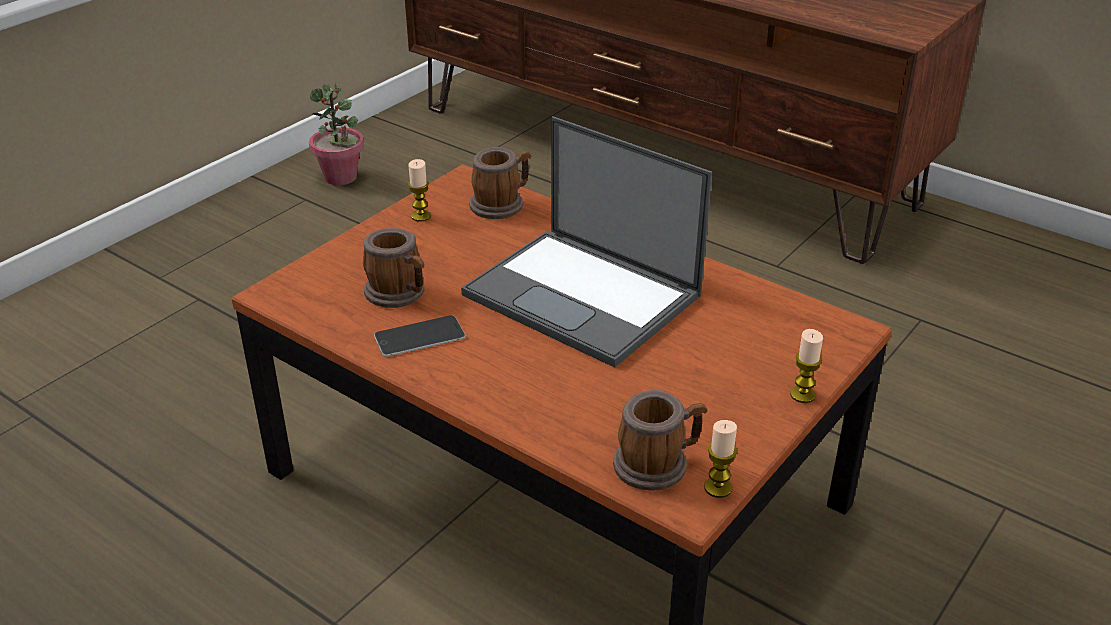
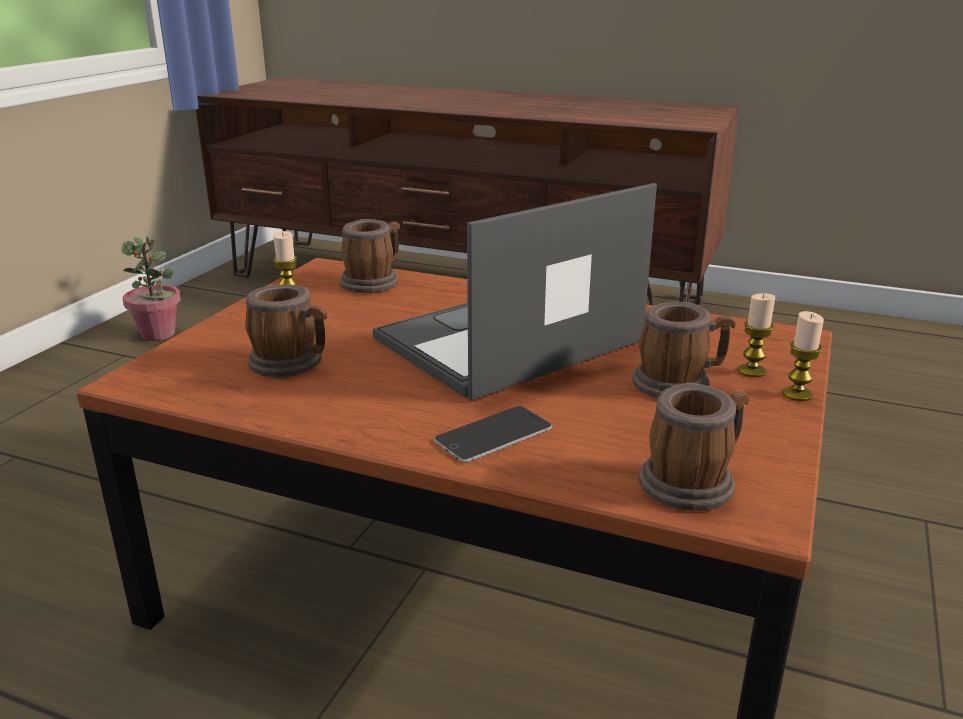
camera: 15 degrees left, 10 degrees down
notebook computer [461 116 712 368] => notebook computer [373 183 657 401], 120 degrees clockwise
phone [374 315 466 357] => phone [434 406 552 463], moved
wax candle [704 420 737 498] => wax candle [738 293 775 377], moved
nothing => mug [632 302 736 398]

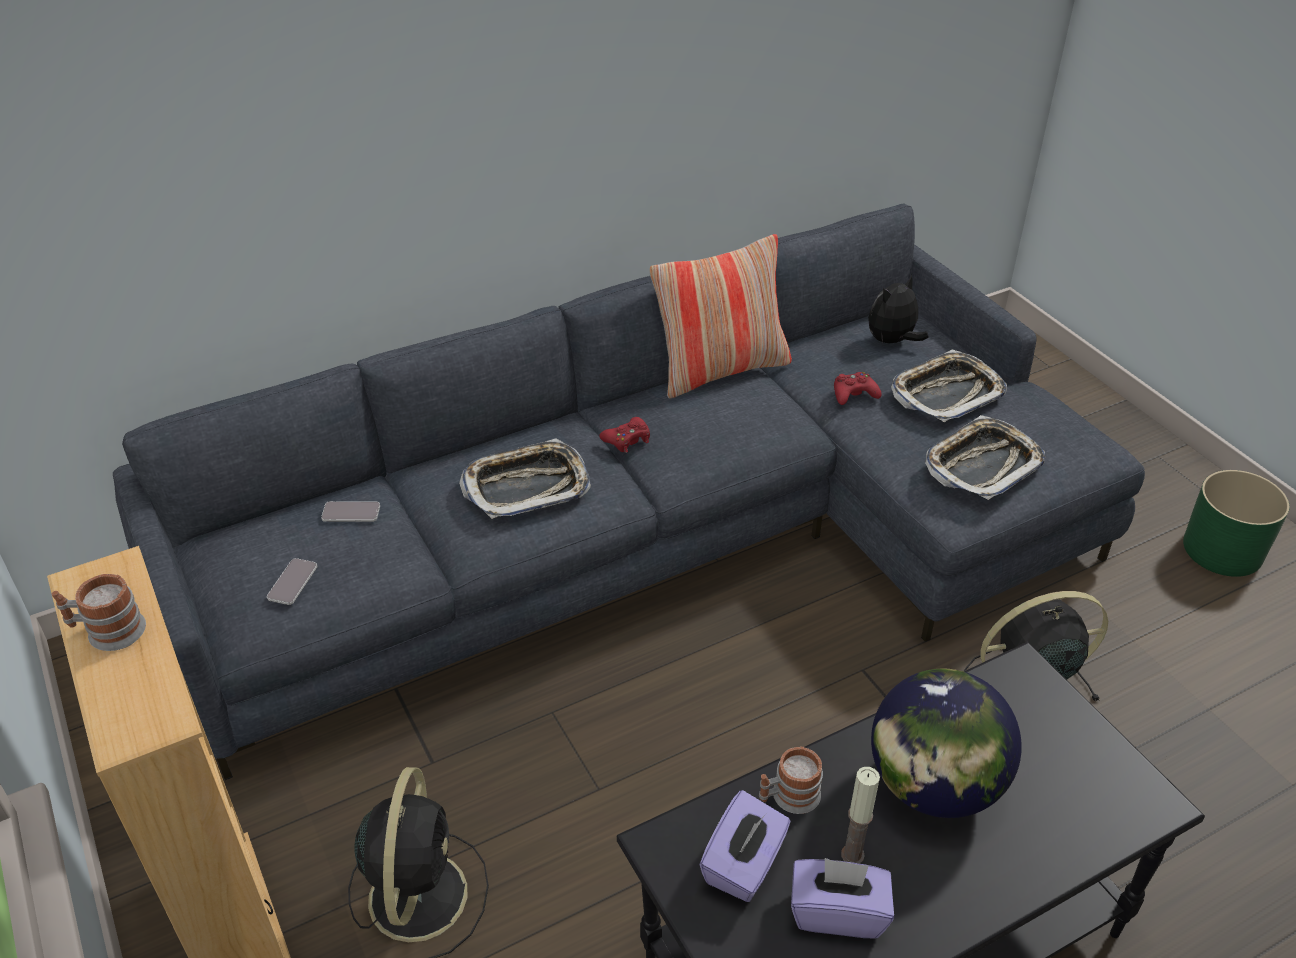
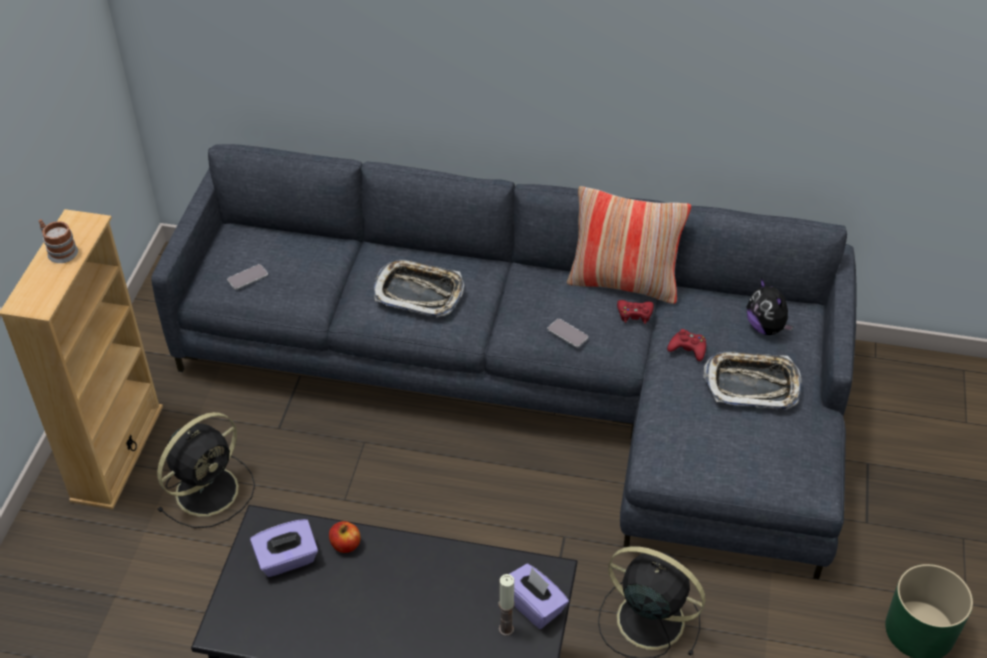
camera: 40 degrees right, 5 degrees up
cuddly toy [868 275 929 343] => cuddly toy [747 278 794 335], 120 degrees counterclockwise
carrying tray [925 415 1045 500] => nothing
reddish joypad [599 417 650 453] => reddish joypad [617 300 654 324], moved
phone [321 501 380 522] => phone [548 319 588 348], moved
globe [871 669 1022 818] => nothing
mug [759 746 823 814] => apple [329 521 361 553]
wax candle [841 767 880 864] => wax candle [499 574 515 636], moved
purple tissue holder [791 858 894 939] => purple tissue holder [510 564 569 629], moved

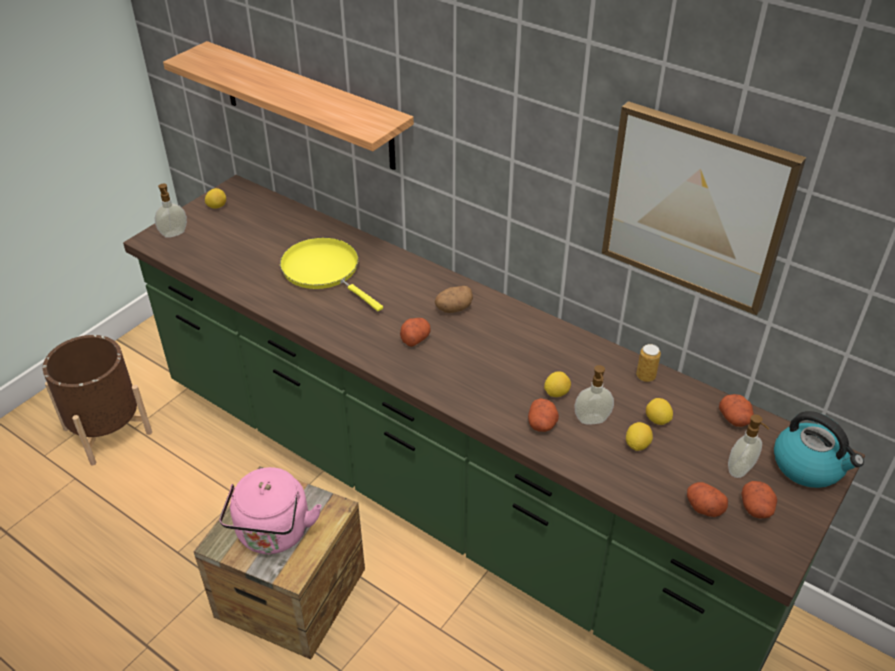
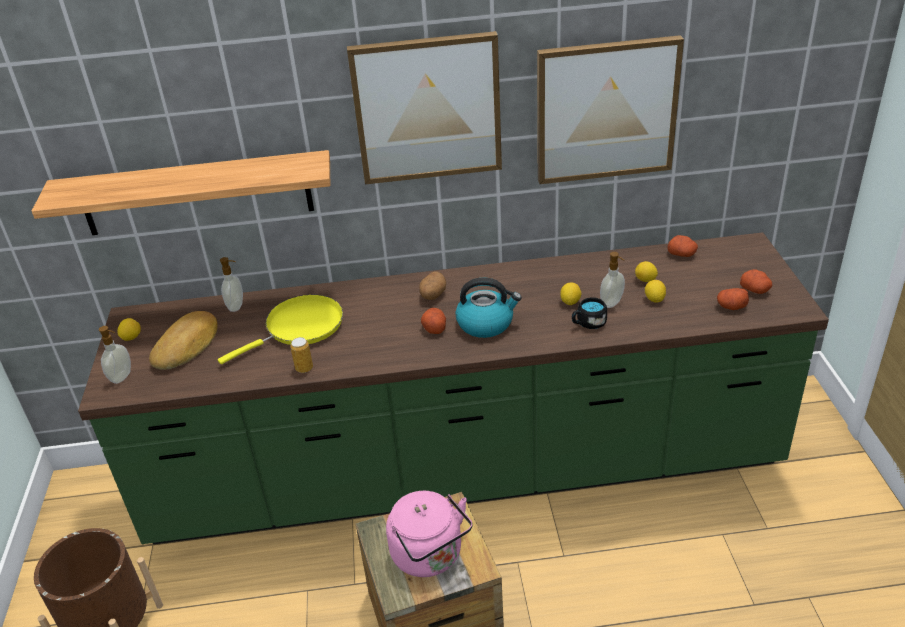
camera: 40 degrees left, 5 degrees down
yellow skillet [280 237 383 311] => yellow skillet [218 295 343 364], 135 degrees clockwise
metal can [636 344 661 382] => metal can [290 337 313 373], moved
spud [528 398 559 432] => blackish mug [572 297 607 329]
water kettle [774 411 864 488] => water kettle [455 278 522 338], moved
soap dispenser [728 414 769 478] => soap dispenser [220 257 243 312], moved
nothing => wall picture [347 31 502 184]
nothing => bakery bread [149 311 217 370]

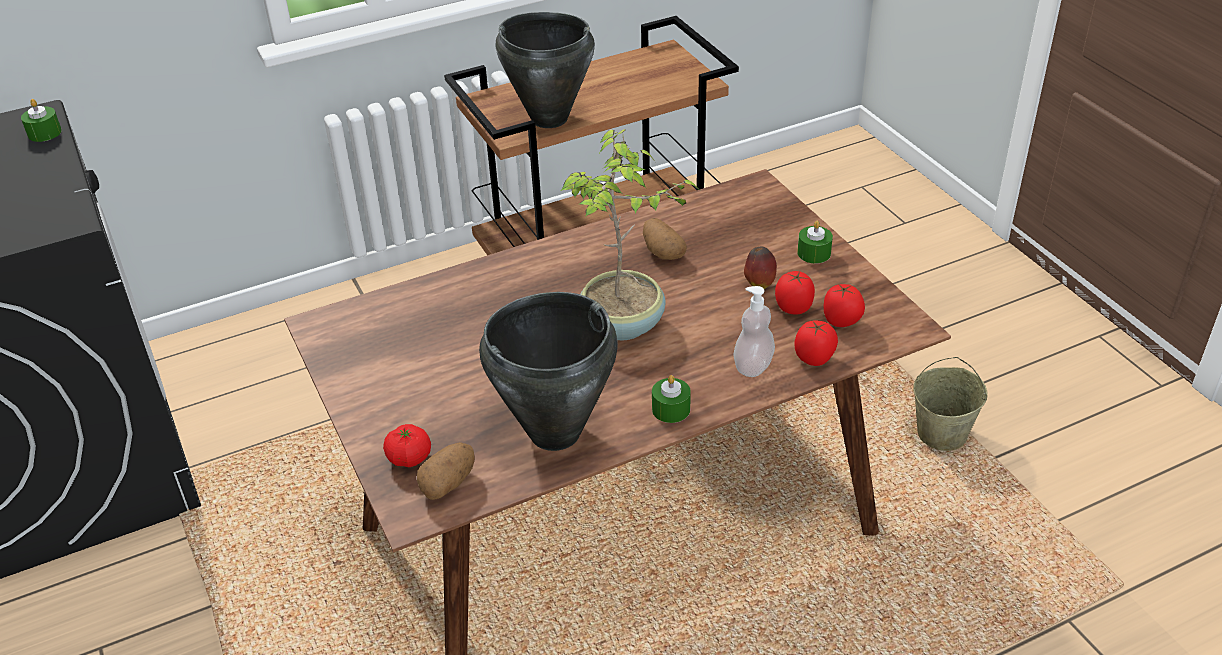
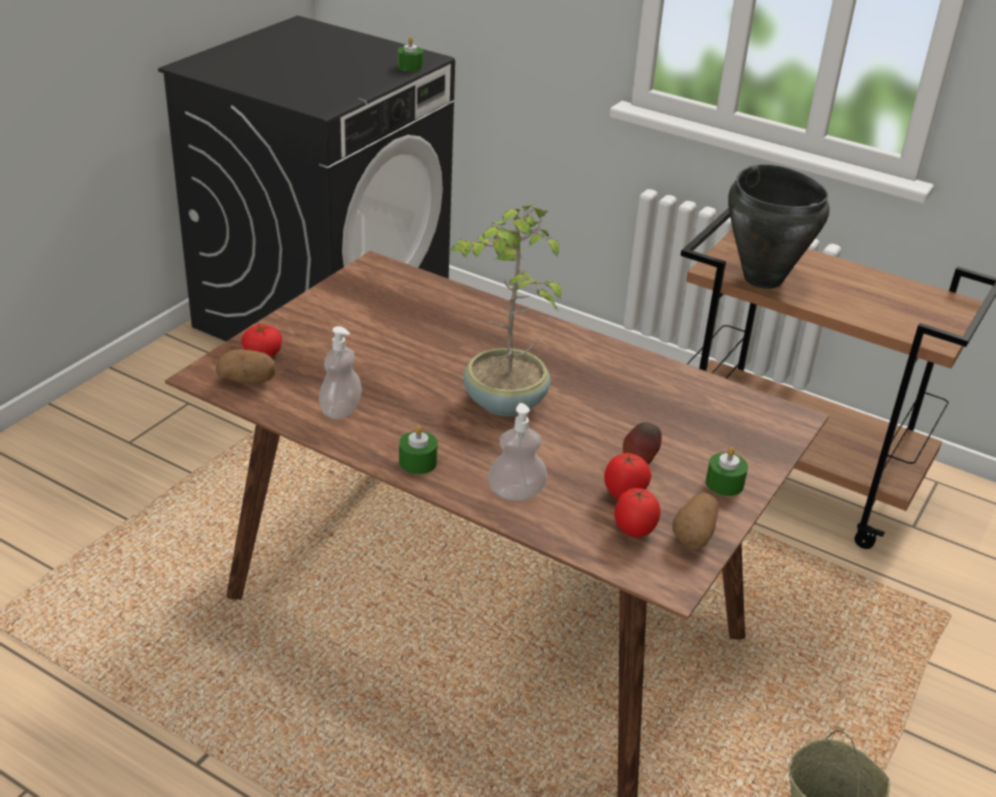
camera: 55 degrees right, 5 degrees down
spud [643 218 687 260] => spud [672 493 719 549], moved
blackish saucepot [479 292 618 451] => soap dispenser [319 326 362 419]
tomato [794 320 838 366] => nothing

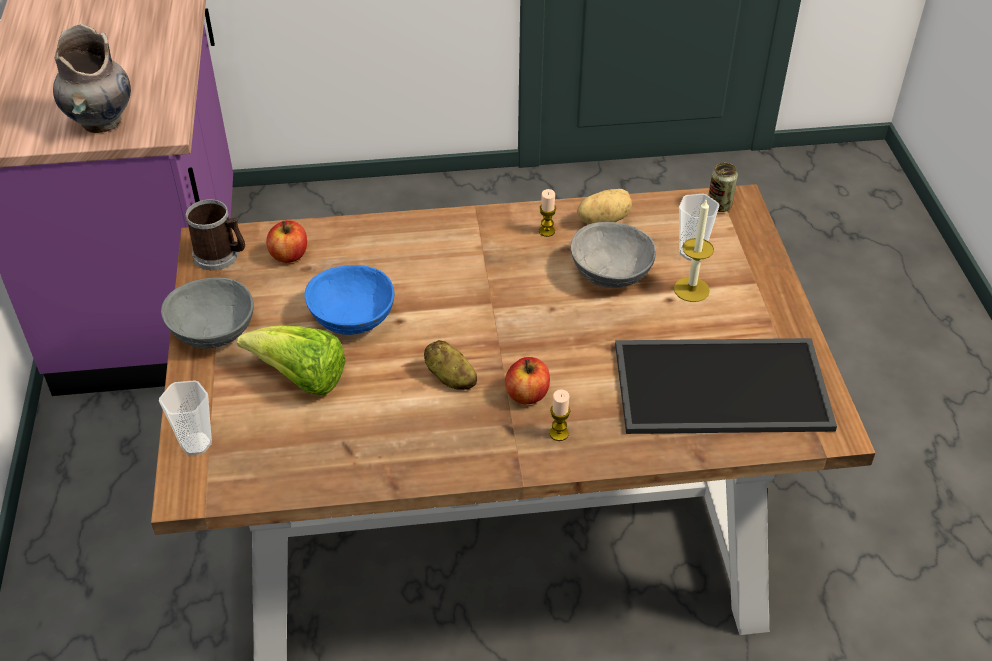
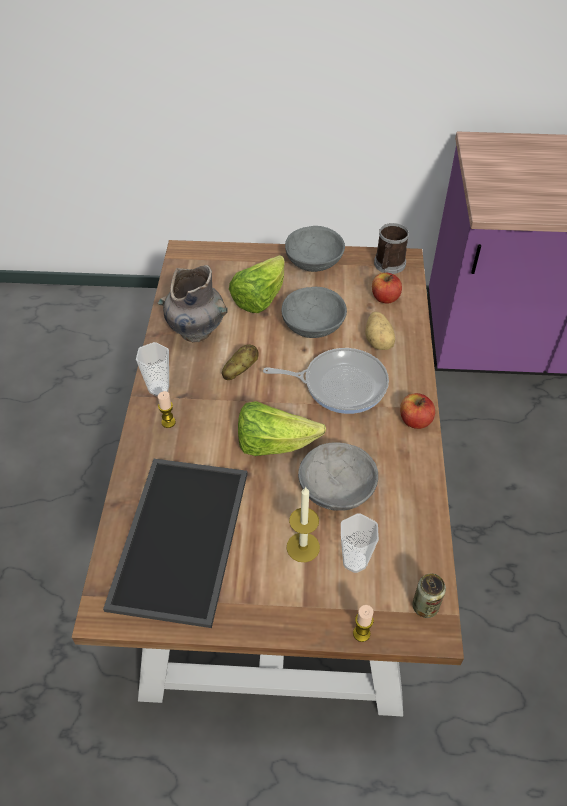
camera: 100 degrees right, 5 degrees up
grey flower vase [53 24 131 133] => grey flower vase [157 265 228 342], moved
wax candle [539 189 556 237] => wax candle [353 605 374 642], moved
spud [577 189 632 224] => spud [365 312 395 350], moved
bluish serving bowl [305 265 394 335] => grey serving bowl [282 287 347 338]
apple [505 357 550 404] => apple [400 393 435 429], moved
drinking cup [159 380 212 455] => drinking cup [136 342 169 396], moved
nothing => skillet [263 348 389 414]
nothing => lettuce [238 401 326 456]

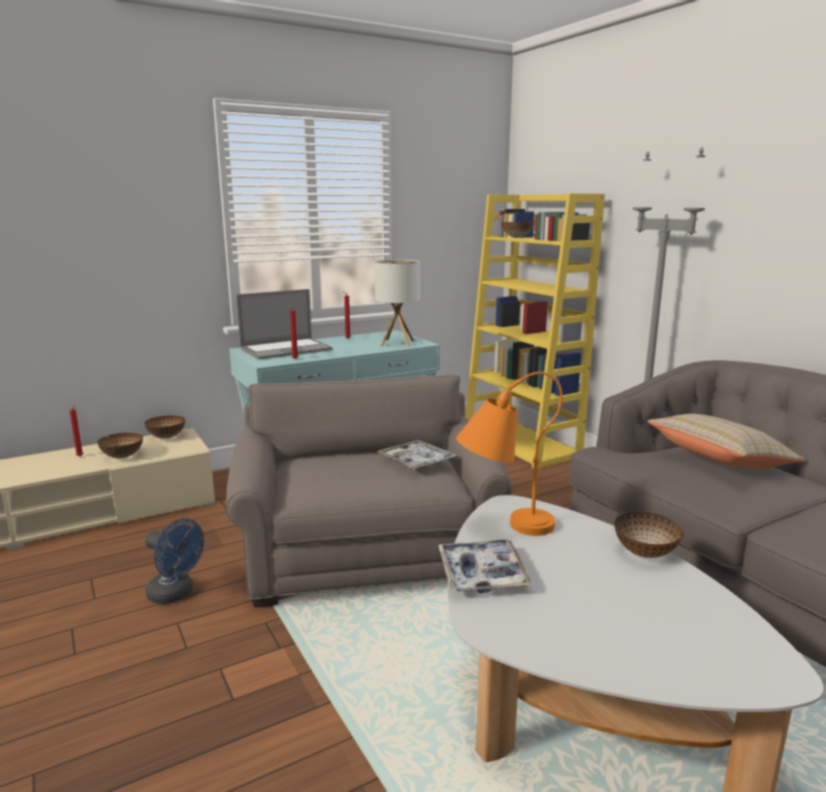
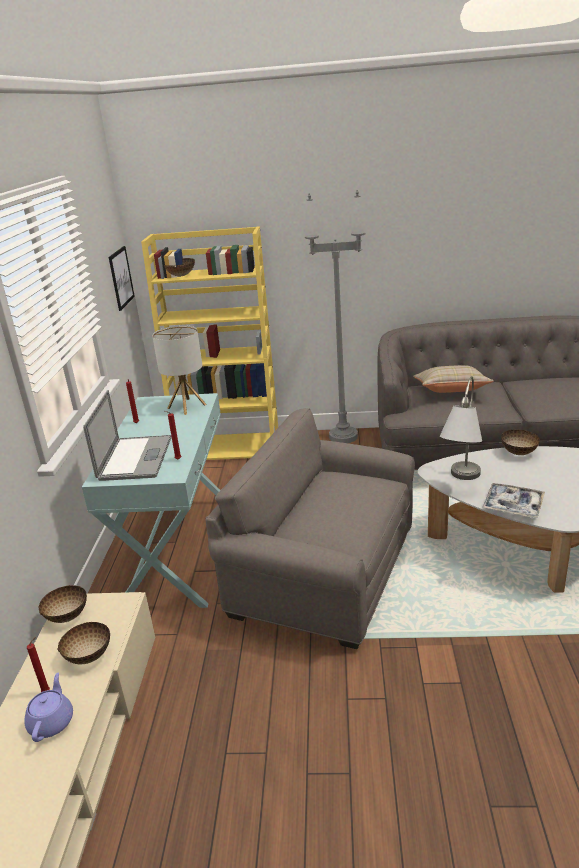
camera: 55 degrees left, 10 degrees up
orange table lamp [456 372 563 536] => grey table lamp [440 376 482 480]
carrying tray [377 440 457 470] => nothing
bluish cooling fan [145 519 204 604] => nothing
nothing => wall picture [109 246 135 311]
nothing => purple tea pot [24 673 73 742]

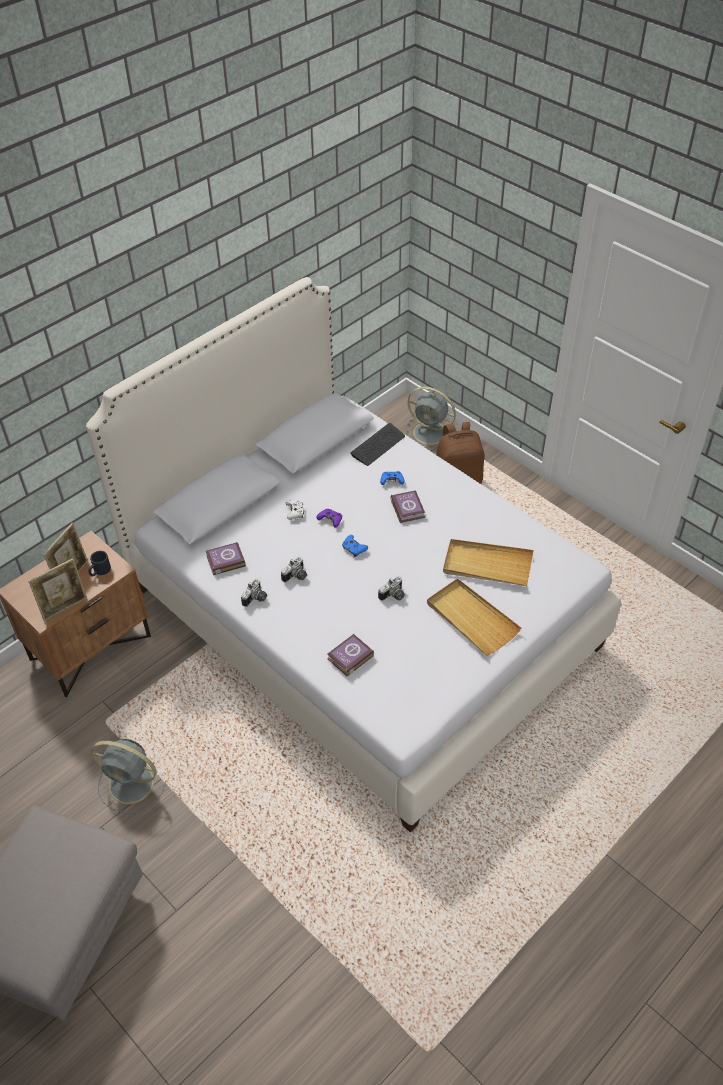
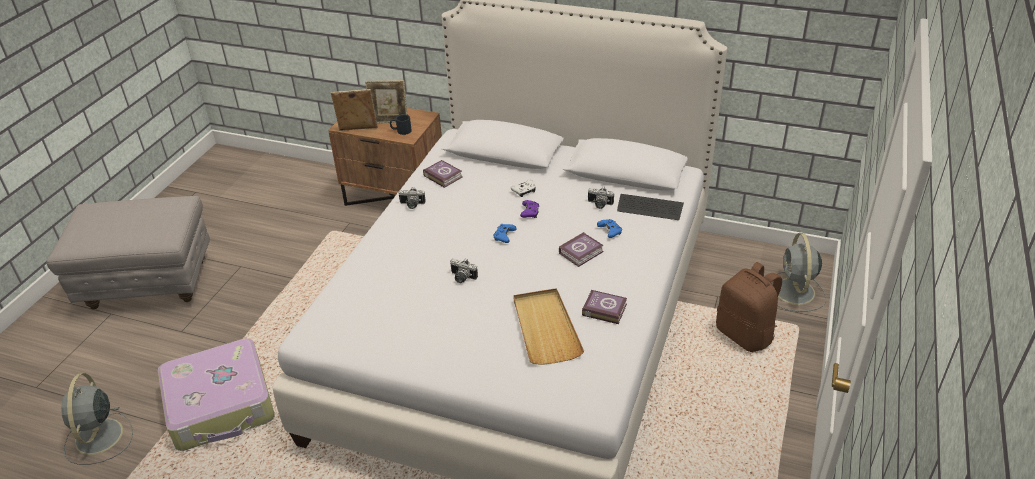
camera: 65 degrees right, 10 degrees down
photo camera [281 557 307 582] => photo camera [588 186 614 209], moved
standing frame [28 558 87 621] => standing frame [331 89 378 131], 150 degrees clockwise
sand-coloured carrying tray [427 578 521 655] => nothing
book [327 634 374 676] => book [582 290 627 324], moved
grey cooling fan [91 739 166 813] => grey cooling fan [61 373 133 465], moved
nothing => suitcase [158 338 274 451]

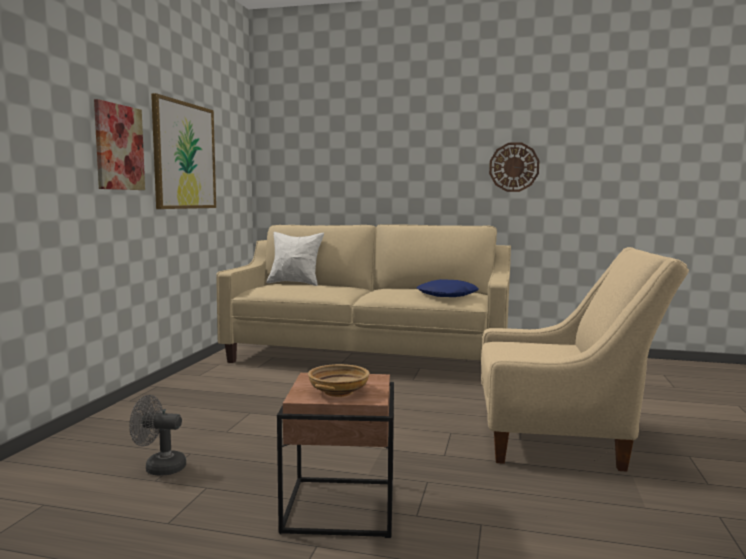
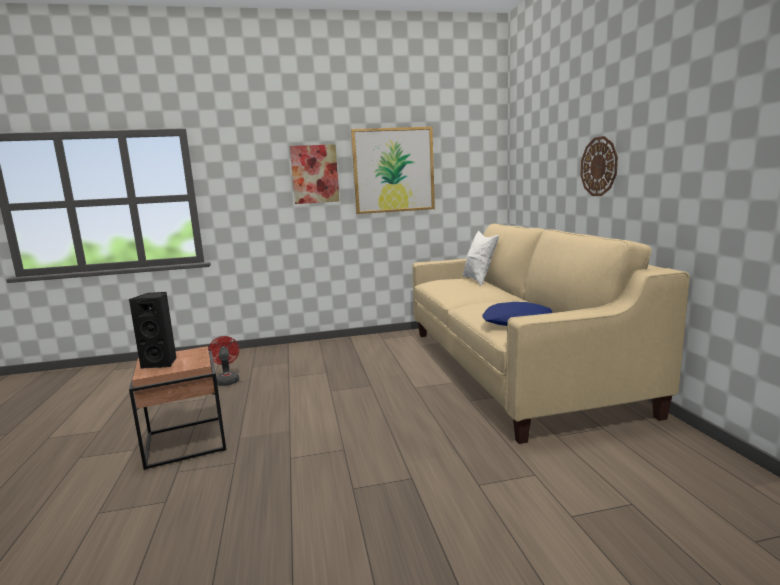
camera: 65 degrees right, 5 degrees up
hanging clock [489 142 540 192] => hanging clock [580 136 618 196], moved
sand-coloured lounge chair [481 247 689 472] => nothing
sand-coloured serving bowl [308 364 370 397] => blackish loudspeaker [129 292 177 369]
grey cooling fan [129 395 186 475] => reddish cooling fan [208 336 239 386]

